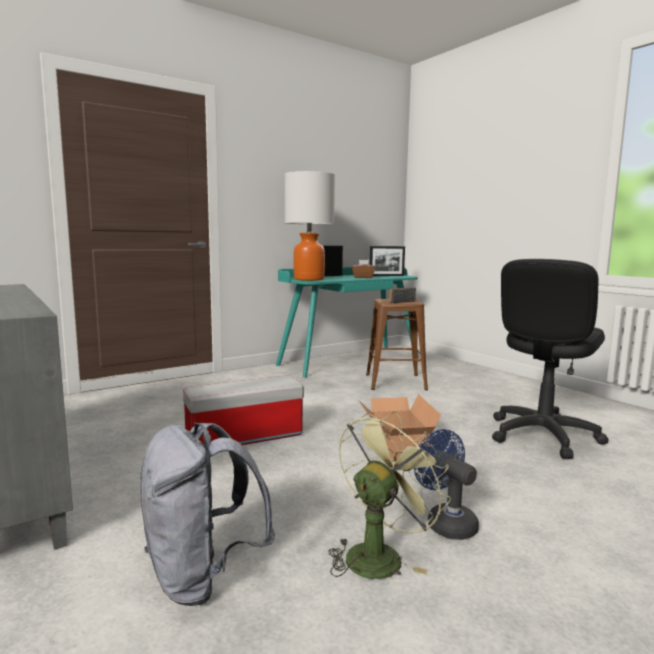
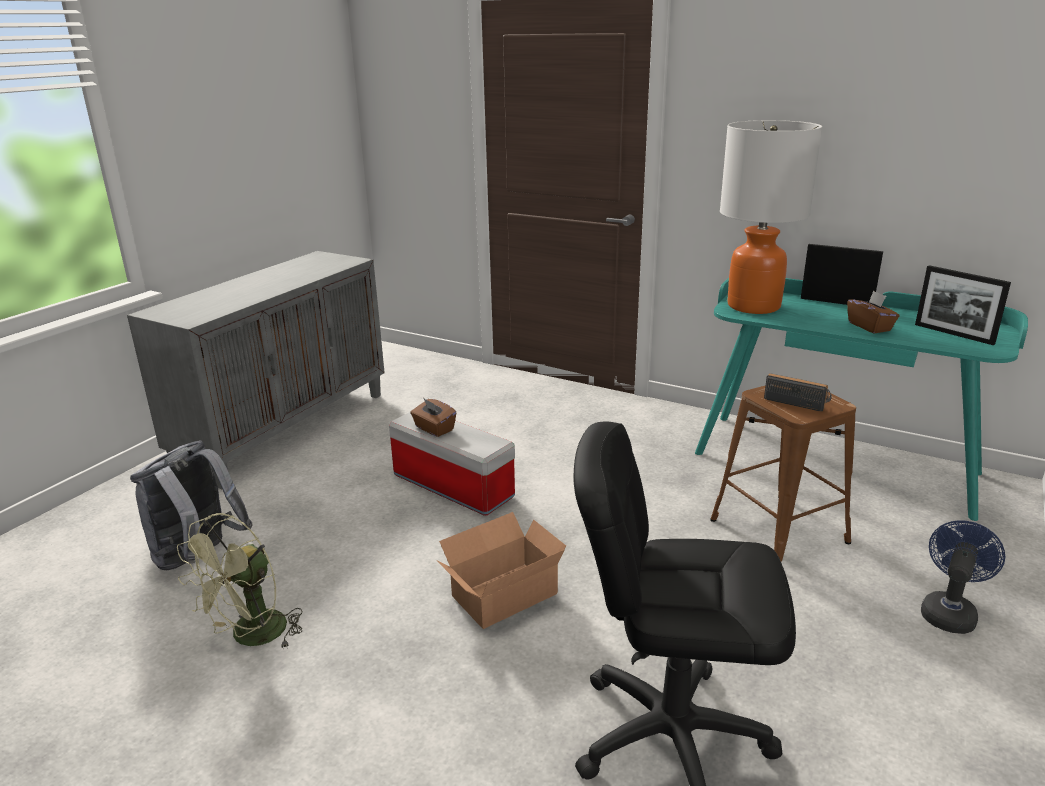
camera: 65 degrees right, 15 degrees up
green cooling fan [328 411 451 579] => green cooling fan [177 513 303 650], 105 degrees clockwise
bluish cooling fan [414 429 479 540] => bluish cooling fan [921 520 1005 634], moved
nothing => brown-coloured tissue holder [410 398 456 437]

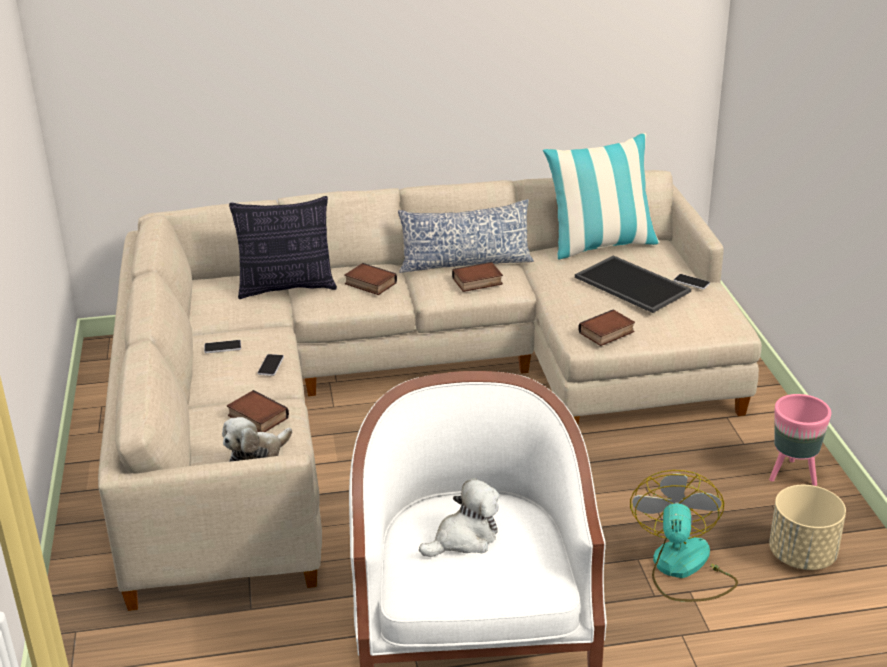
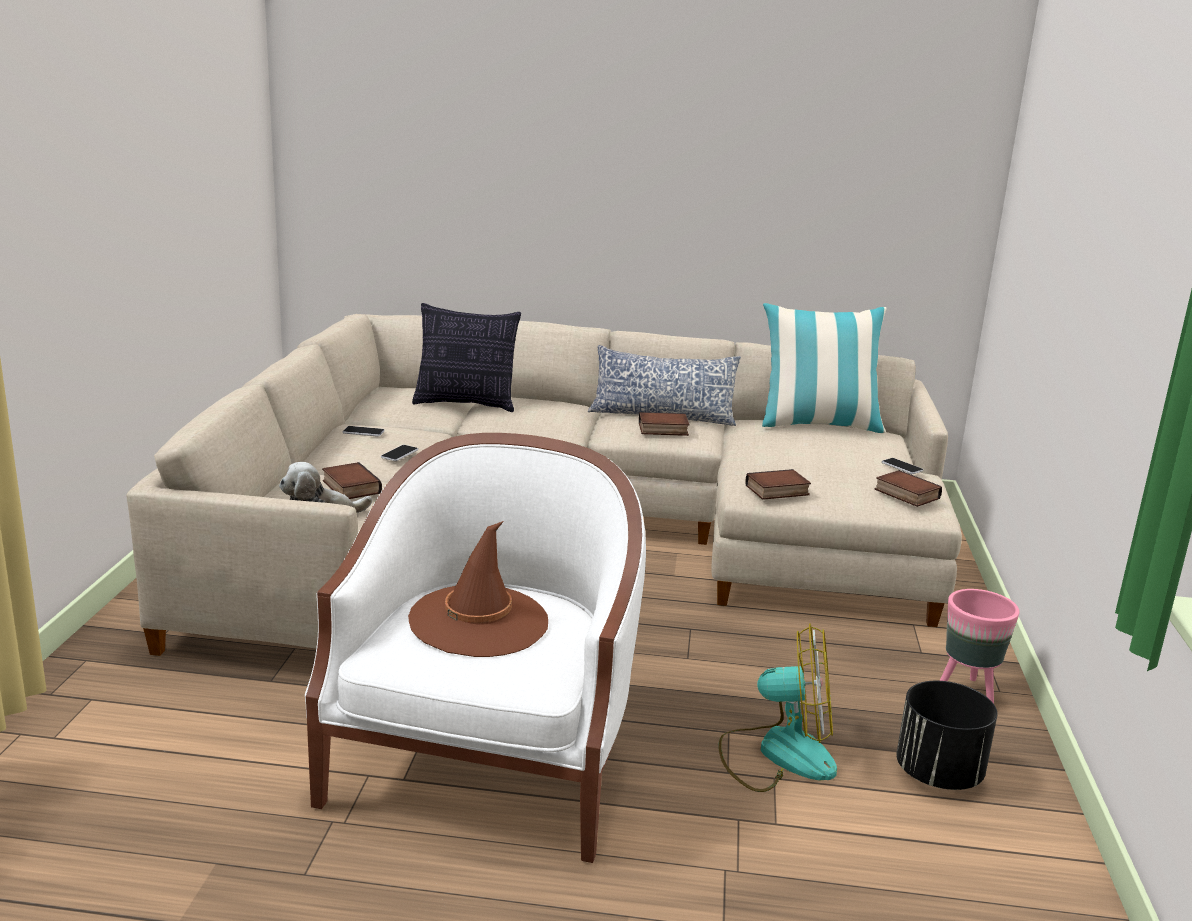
camera: 15 degrees right, 10 degrees down
carrying tray [575 255 691 313] => nothing
book [344 263 397 295] => book [875 470 942 507], moved
cooling fan [630 470 738 602] => cooling fan [718 624 837 792], 75 degrees clockwise
cuddly toy [419 478 499 557] => brown-coloured wearable hat [408 521 548 657]
sand-coloured plant pot [769 485 846 570] => blackish plant pot [896 681 997 790]

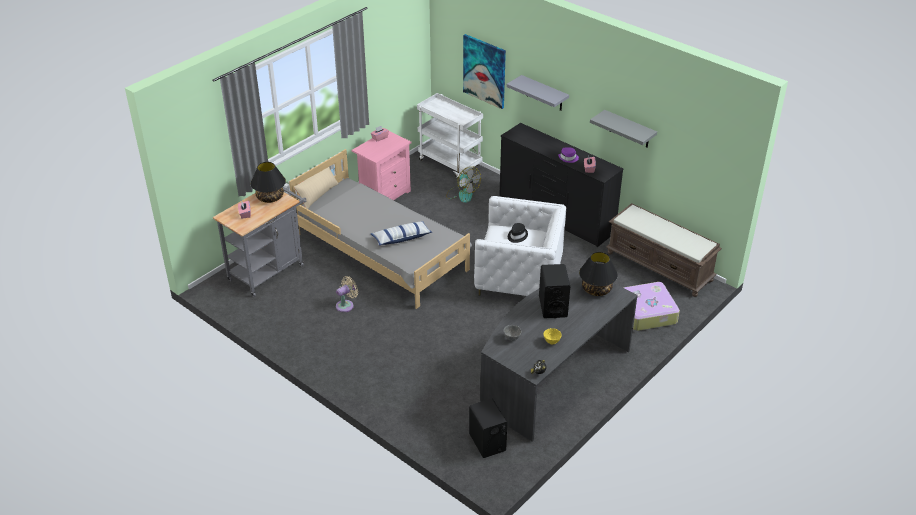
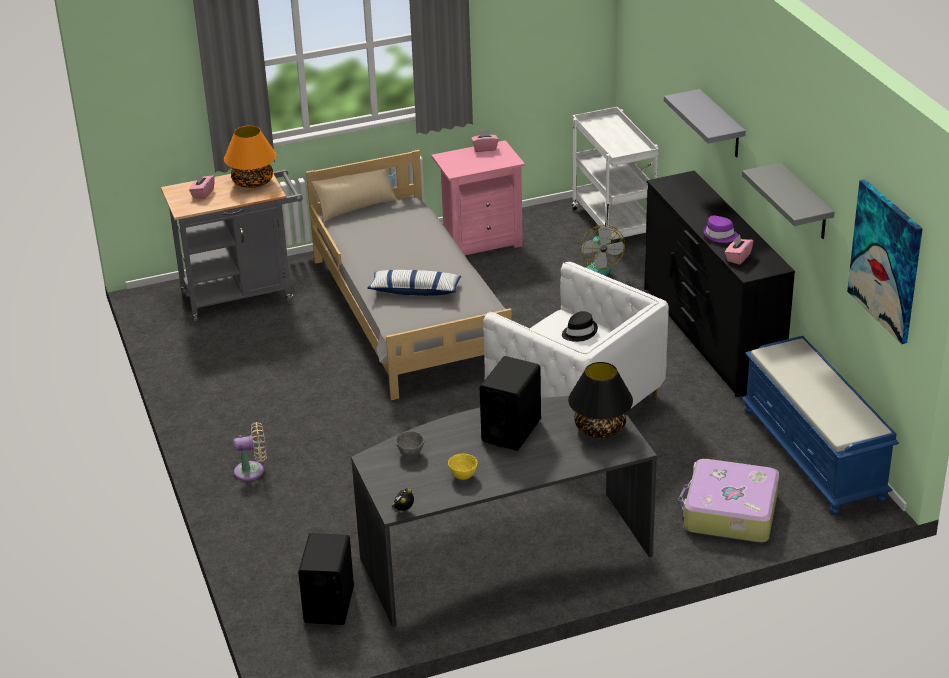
camera: 30 degrees right, 5 degrees down
wall picture [463 34 506 109] => wall picture [847 179 923 344], moved
blackish table lamp [251 162 286 203] => orange table lamp [224 126 276 188]
brown-coloured indoor bench [606 203 722 297] => bluish indoor bench [742 336 899 515]
sand-coloured cooling fan [336 276 358 312] => sand-coloured cooling fan [233 422 267 481], moved

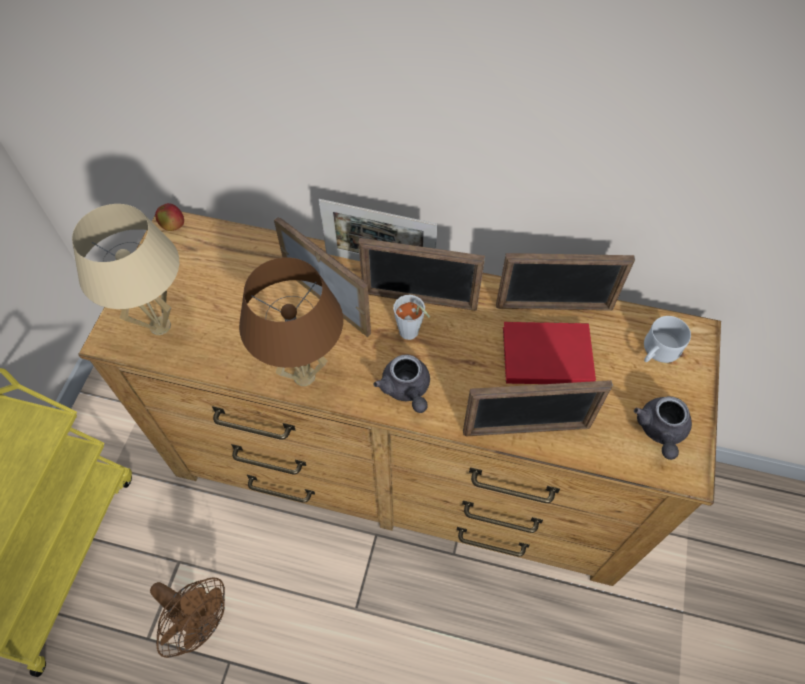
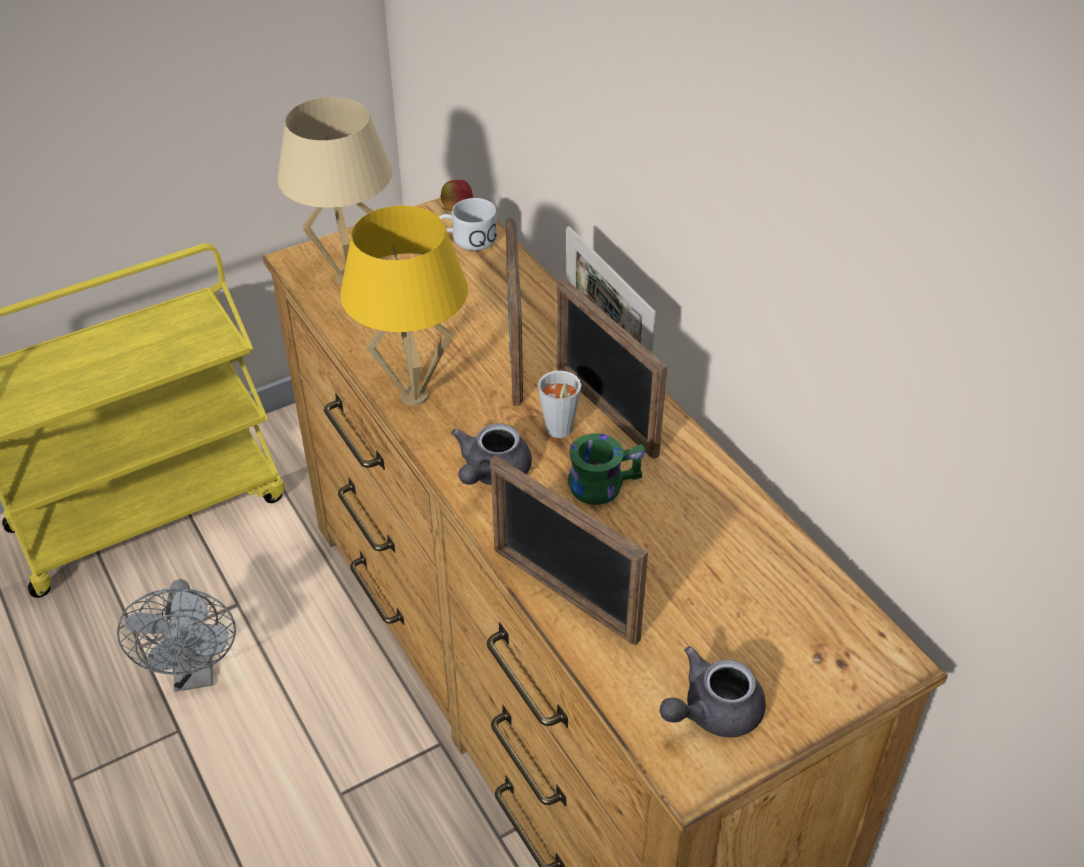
camera: 45 degrees right, 15 degrees down
standing frame [496 253 635 311] => nothing
brown-coloured table lamp [239 257 343 386] => yellow table lamp [340 206 468 406]
white-coloured mug [644 316 691 363] => white-coloured mug [439 198 497 251], moved
reddish book [503 322 596 384] => nothing
brown-coloured cooling fan [150 577 225 658] => grey cooling fan [117 579 236 692]
nothing => green mug [568 433 645 505]

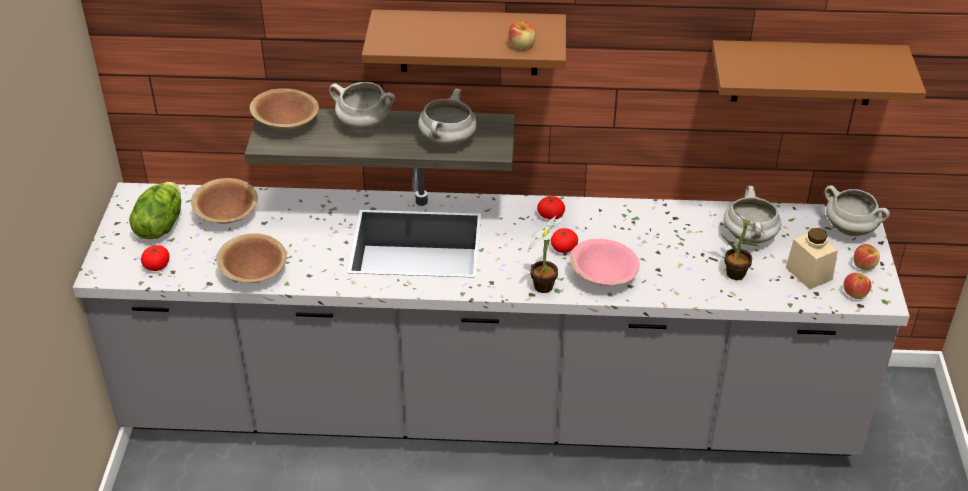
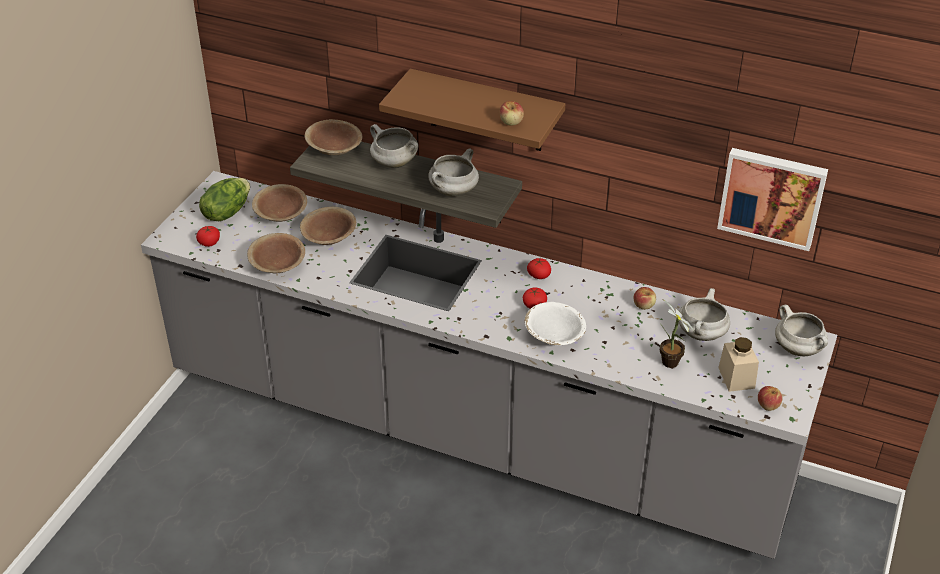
camera: 20 degrees right, 0 degrees up
brown-coloured bracket shelf [712 40 926 105] => wall picture [717 148 828 251]
potted plant [528 215 566 293] => nothing
pink-coloured serving bowl [570 239 640 286] => white-coloured serving bowl [525 302 586 345]
apple [853 244 880 270] => apple [634 287 656 310], moved
nothing => brown-coloured serving bowl [300 207 356 245]

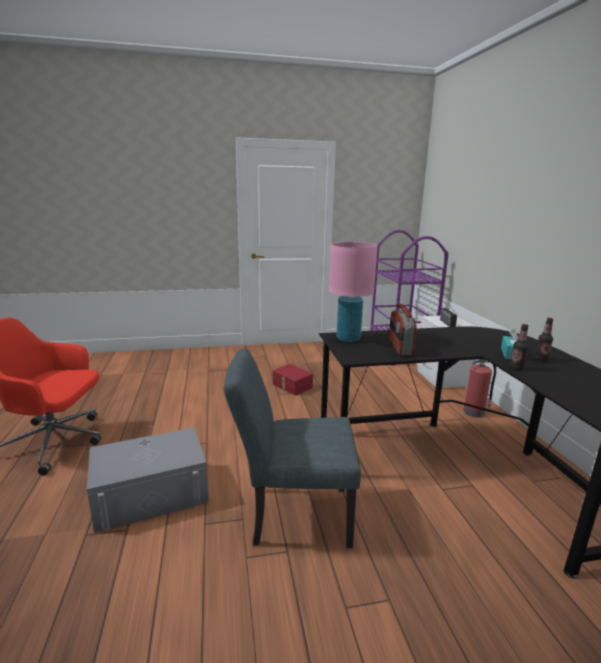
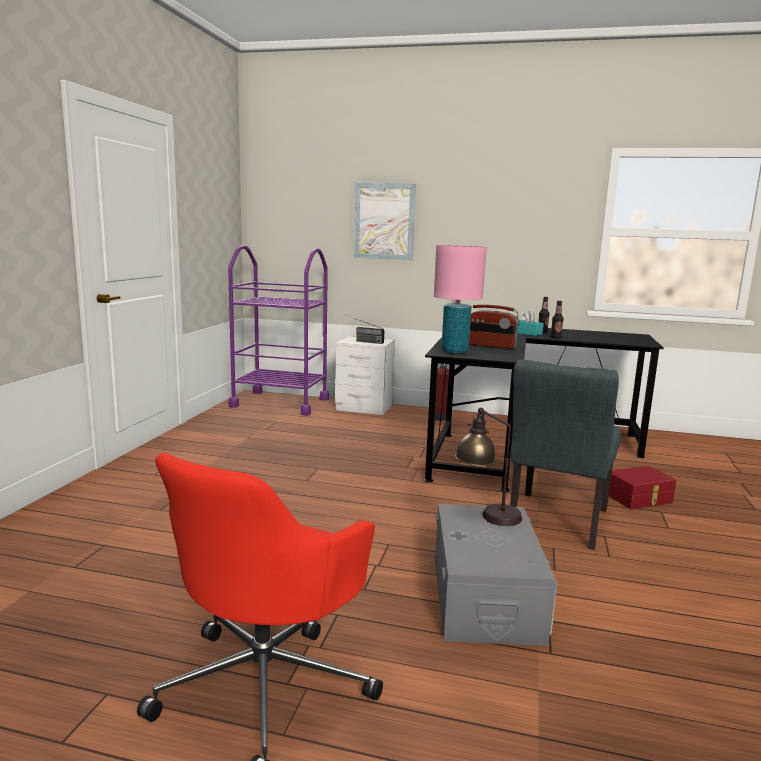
camera: 65 degrees left, 5 degrees down
reddish storage container [273 364 313 396] => reddish storage container [609 466 676 509], moved
nothing => wall picture [354 183 416 260]
nothing => table lamp [455 408 522 526]

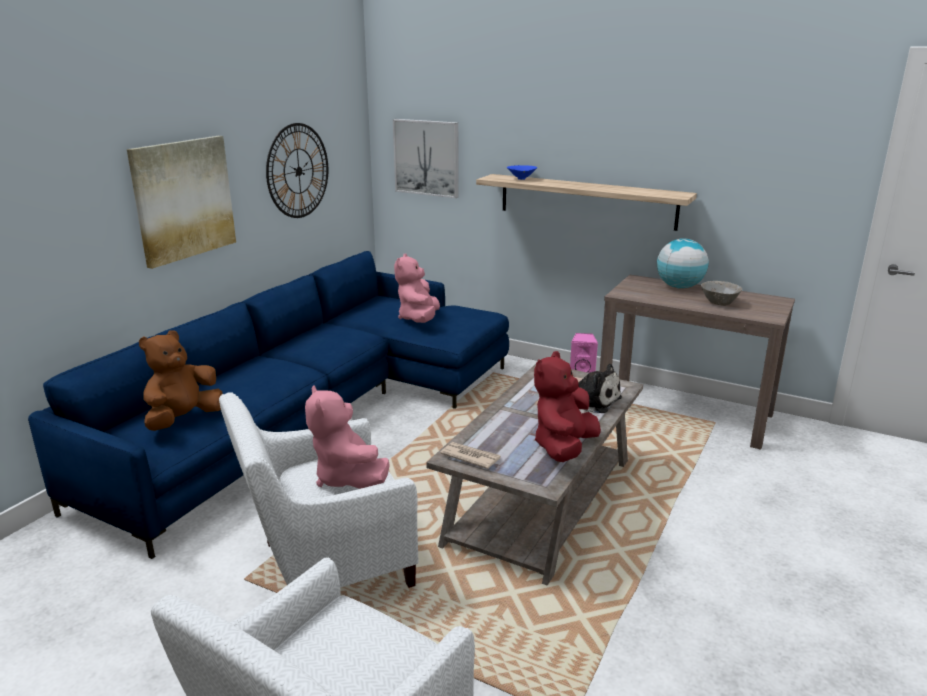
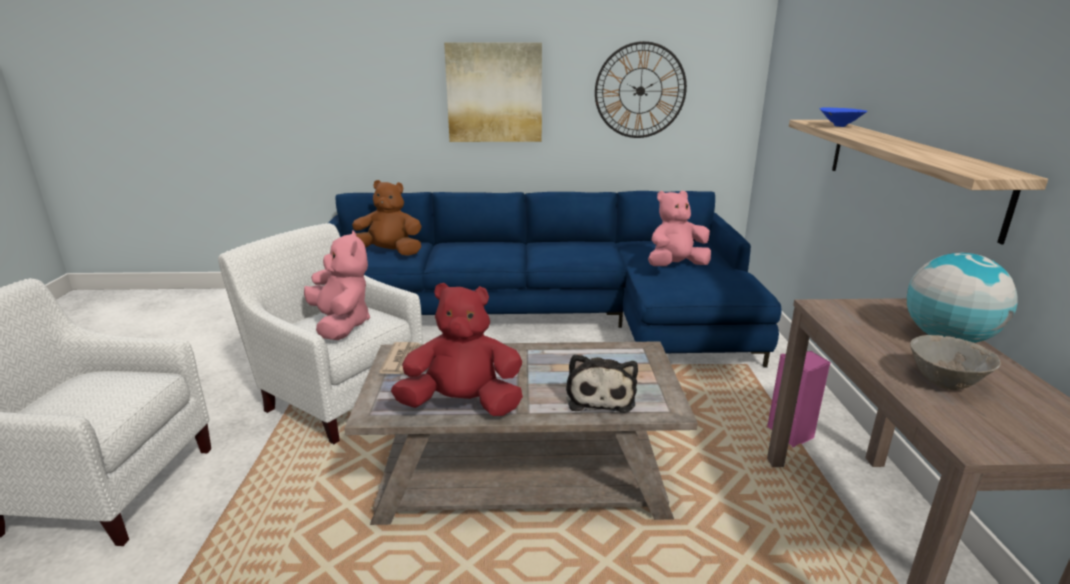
camera: 60 degrees right, 0 degrees up
wall picture [393 119 459 198] => nothing
pink-coloured cuddly toy [305 385 390 489] => pink-coloured cuddly toy [304 230 370 340], 120 degrees clockwise

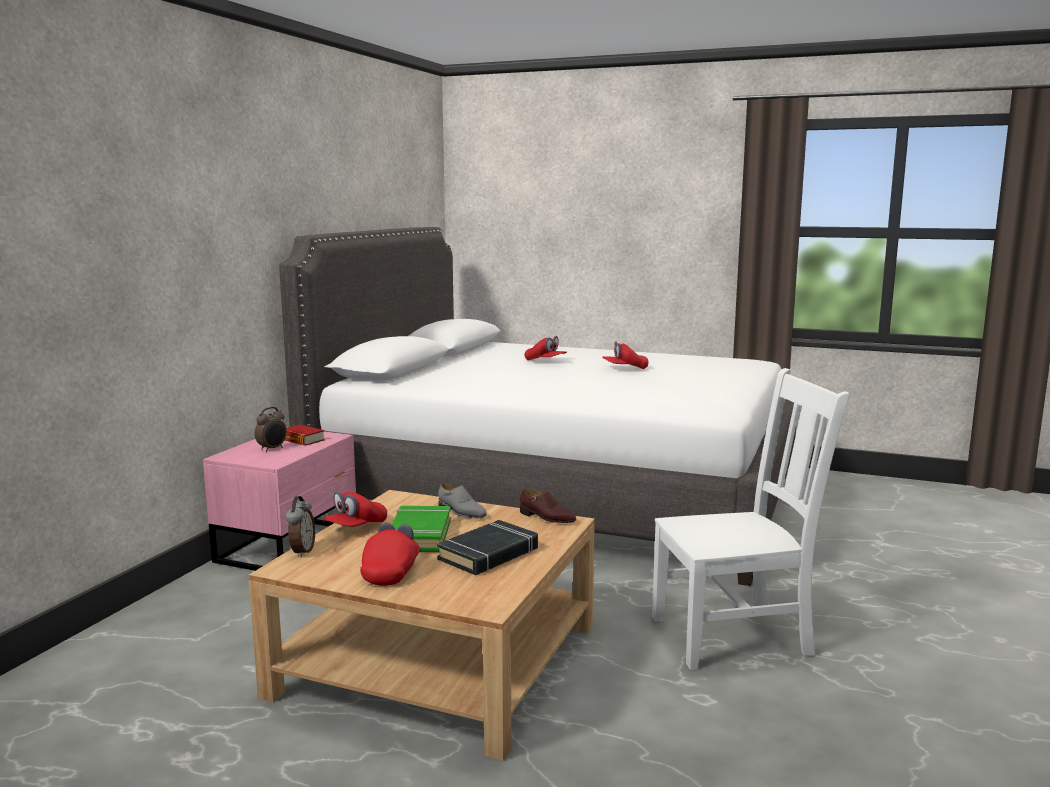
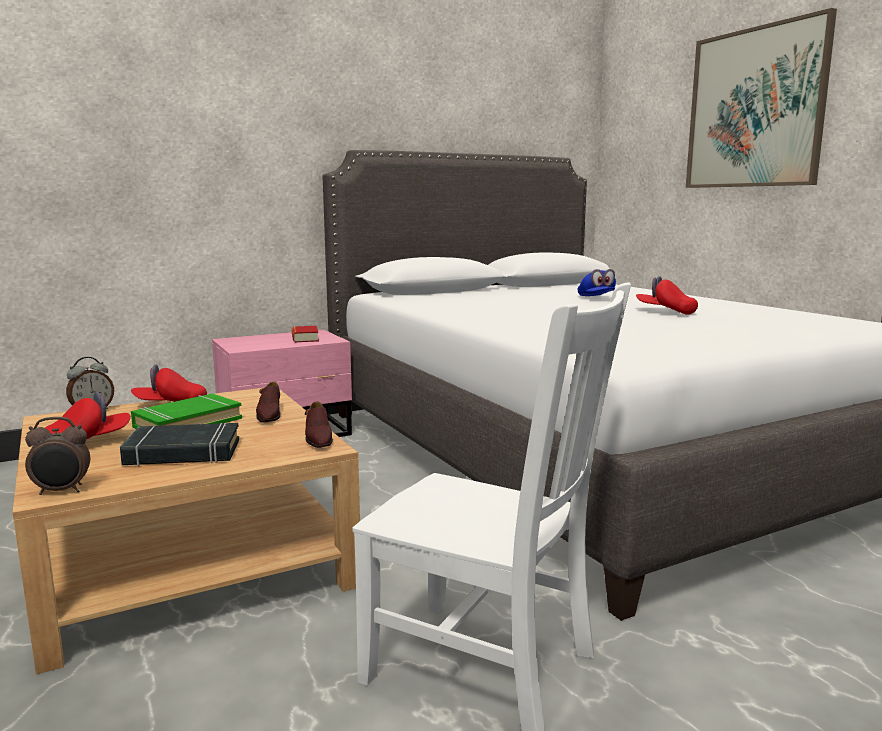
camera: 40 degrees right, 0 degrees up
reddish peaked cap [525 336 567 360] => bluish peaked cap [578 269 616 296]
alarm clock [255 407 287 452] => alarm clock [25 417 90 495], moved
grey low shoe [438 483 486 519] => brown-coloured low shoe [256 382 280 422]
nothing => wall picture [686 8 837 188]

